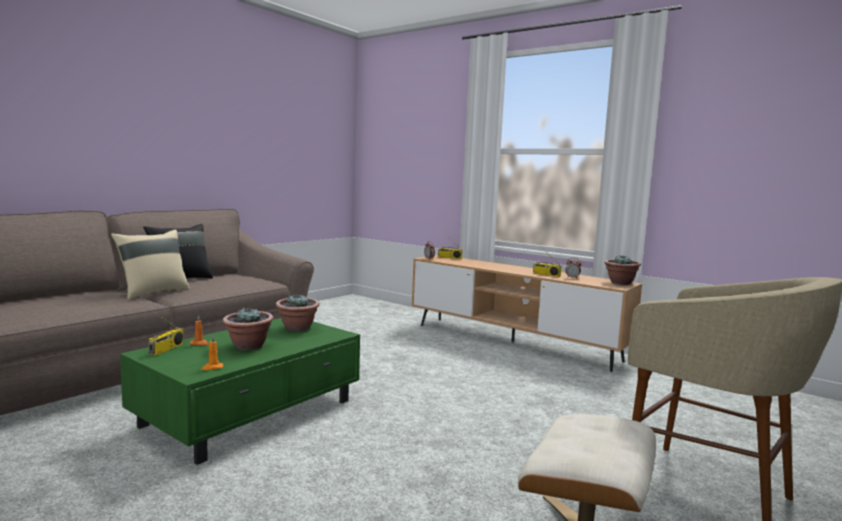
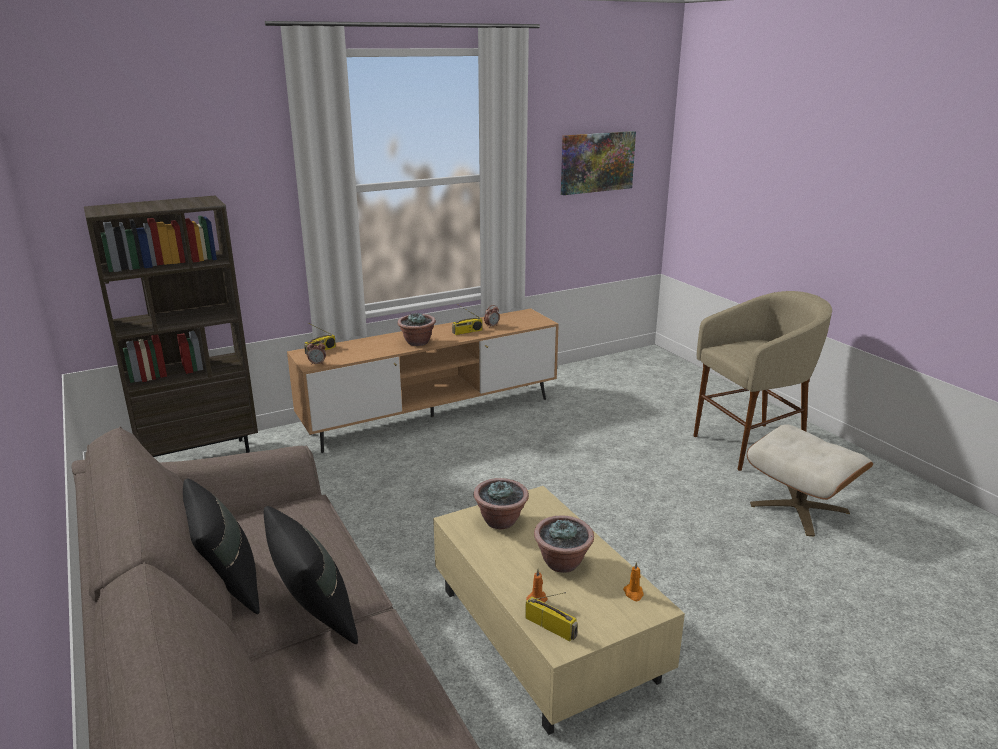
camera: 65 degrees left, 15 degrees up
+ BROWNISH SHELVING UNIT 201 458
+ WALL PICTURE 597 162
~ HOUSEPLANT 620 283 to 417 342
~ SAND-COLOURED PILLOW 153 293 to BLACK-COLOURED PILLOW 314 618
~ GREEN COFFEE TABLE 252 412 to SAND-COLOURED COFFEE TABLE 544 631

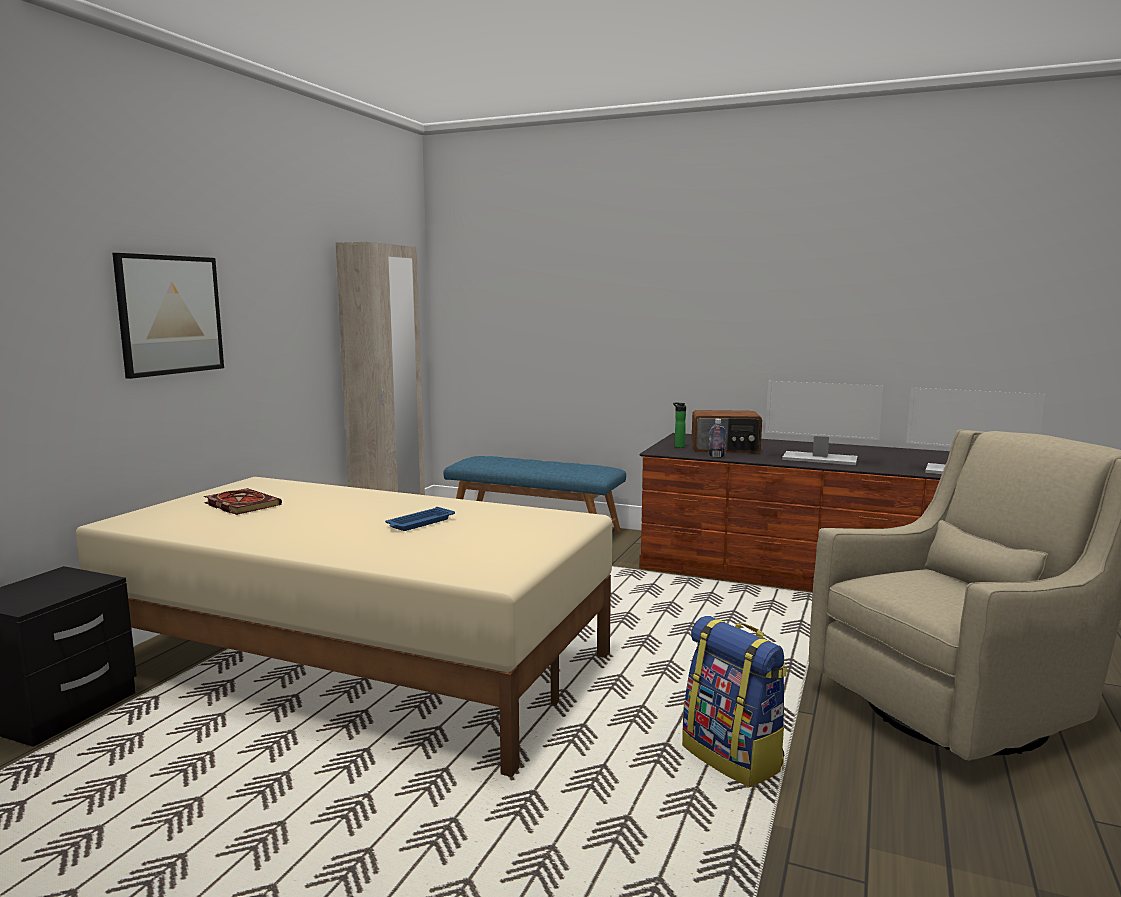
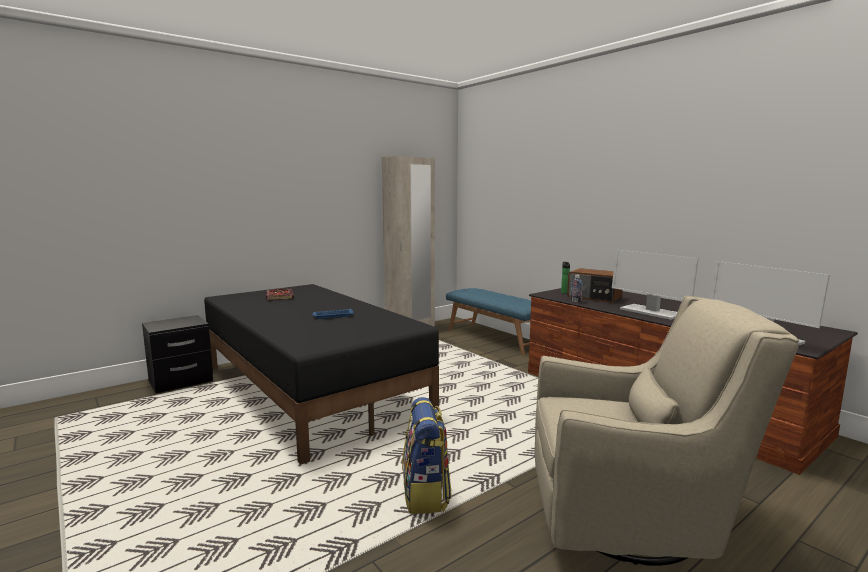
camera: 30 degrees right, 0 degrees up
- WALL PICTURE 170 315
~ SAND-COLOURED SLEEPING BED 356 662 to BLACK-COLOURED SLEEPING BED 311 389

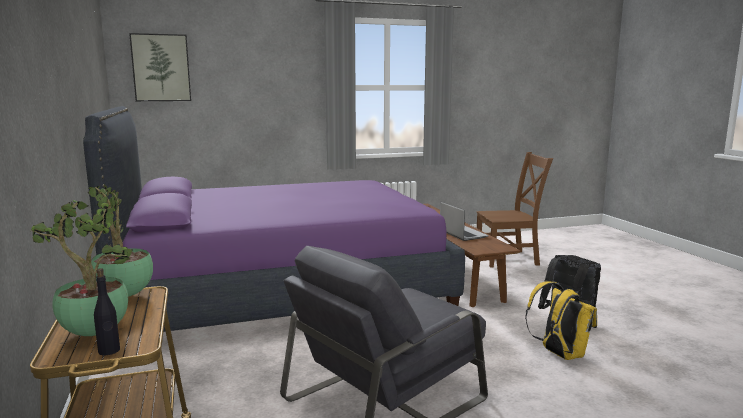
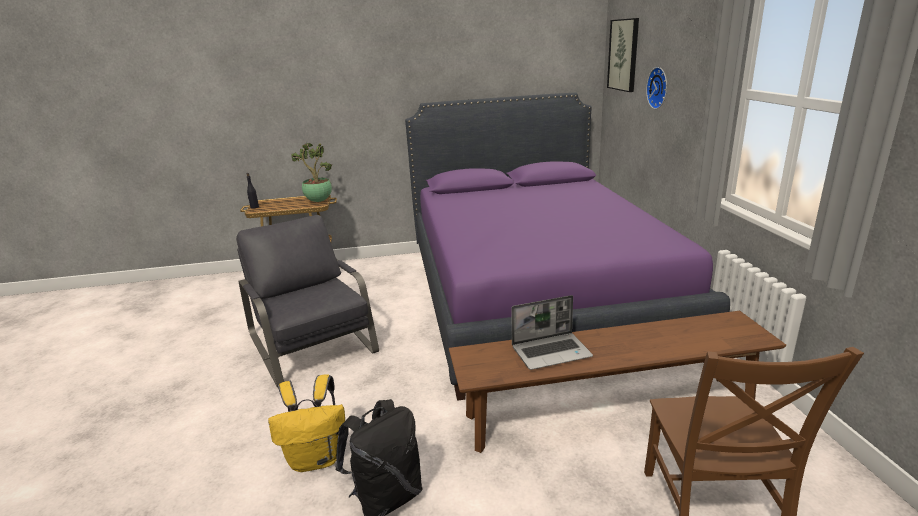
camera: 100 degrees right, 10 degrees up
- HOUSEPLANT 93 333
+ CLOCK ON THE WALL 659 88

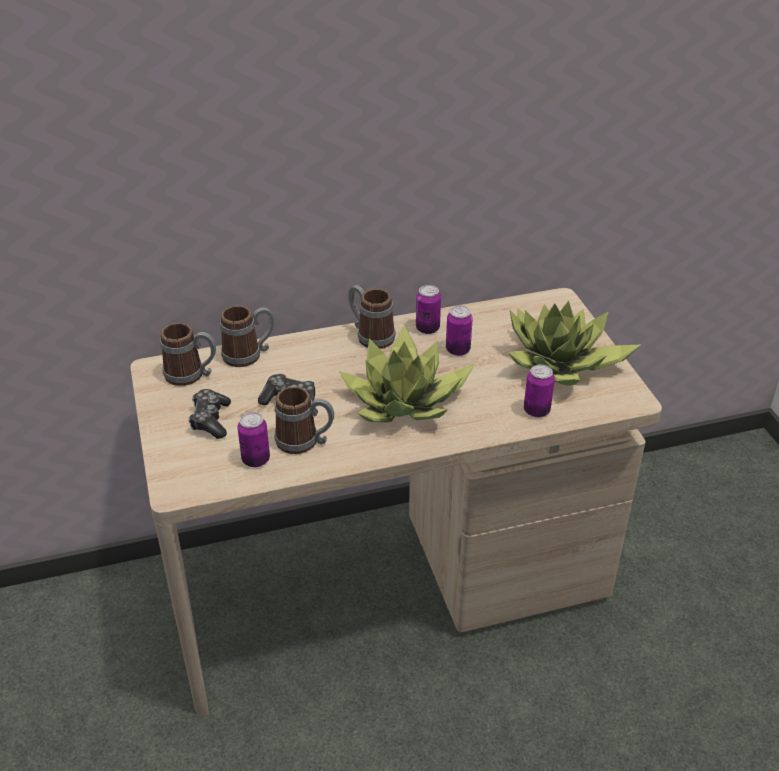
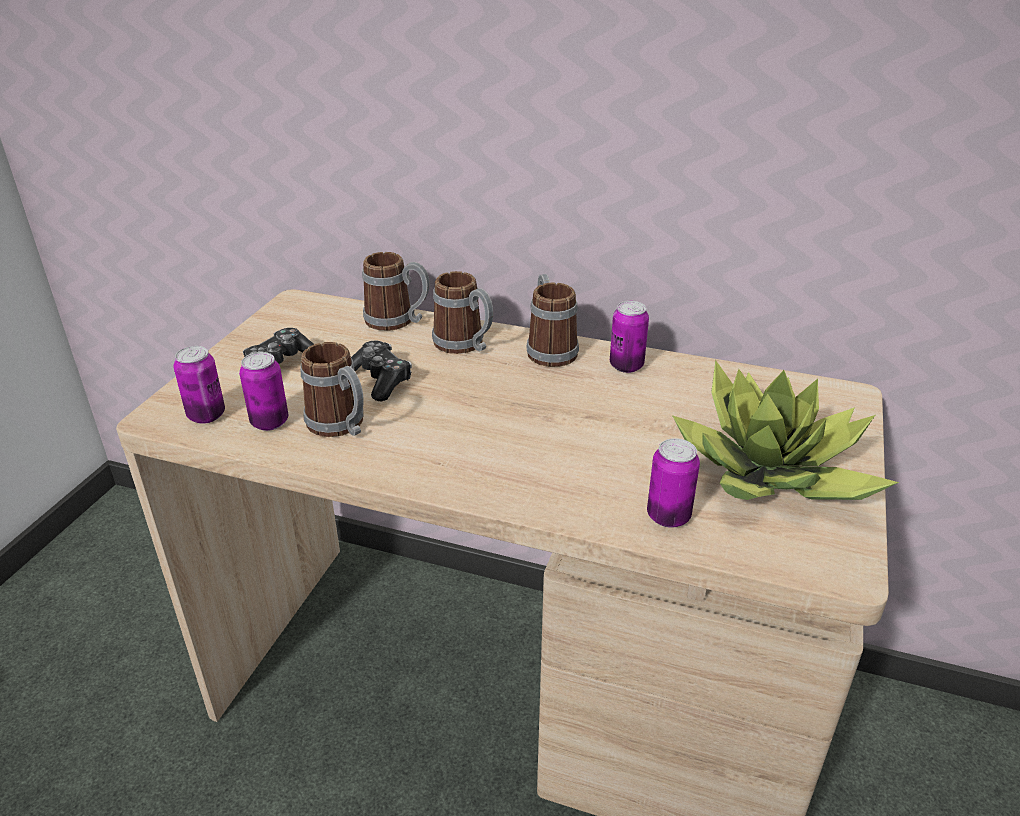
camera: 35 degrees right, 5 degrees down
- HOUSEPLANT 405 401
~ MUG 191 375 to 465 345
~ METAL CAN 458 350 to 206 415

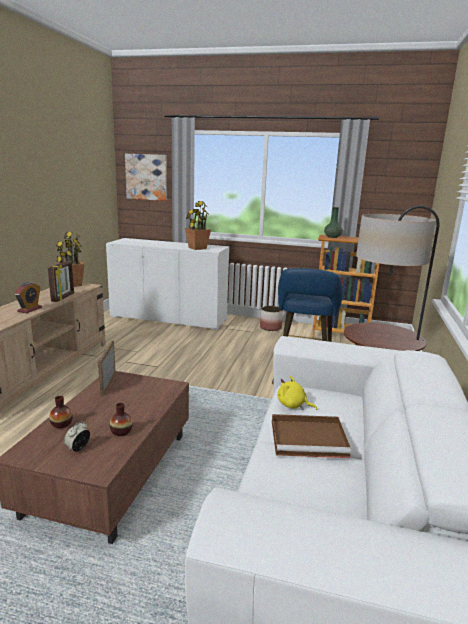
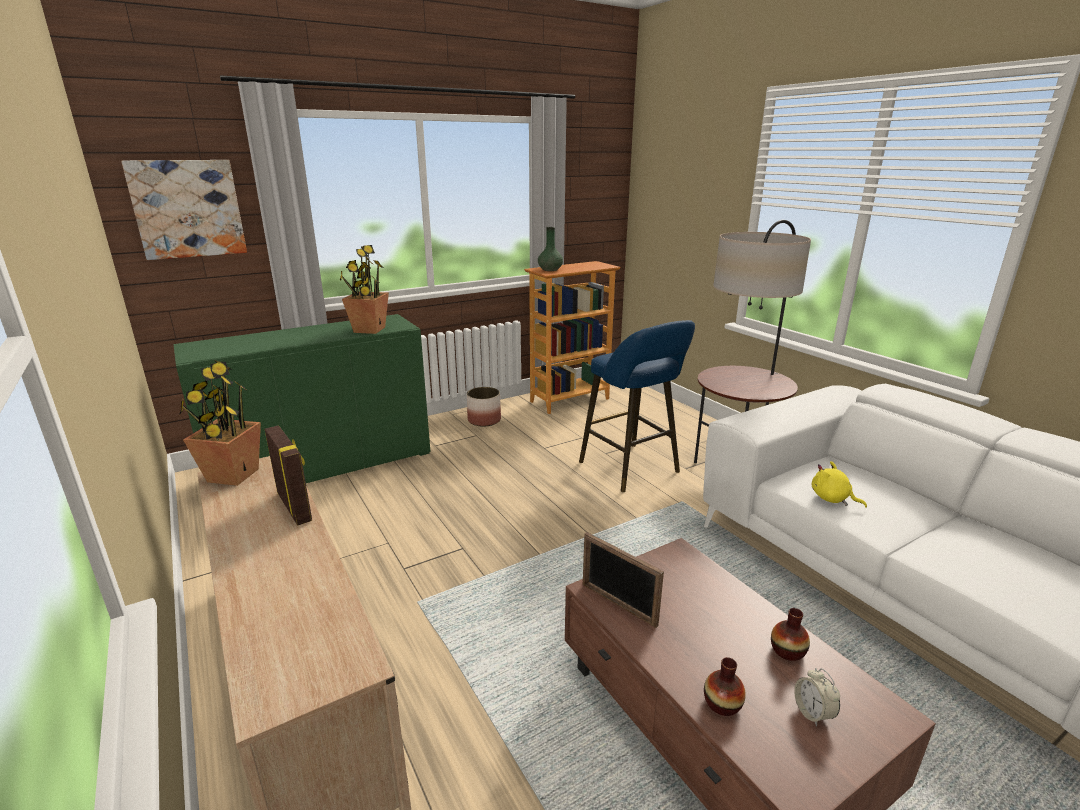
camera: 45 degrees left, 5 degrees up
- ALARM CLOCK 30 309
- BROWNISH CARRYING TRAY 310 438
~ WHITE CUPBOARD 168 318 to GREEN CUPBOARD 323 466
~ YELLOW-COLOURED PLUSH TOY 293 405 = 832 499 60 degrees clockwise

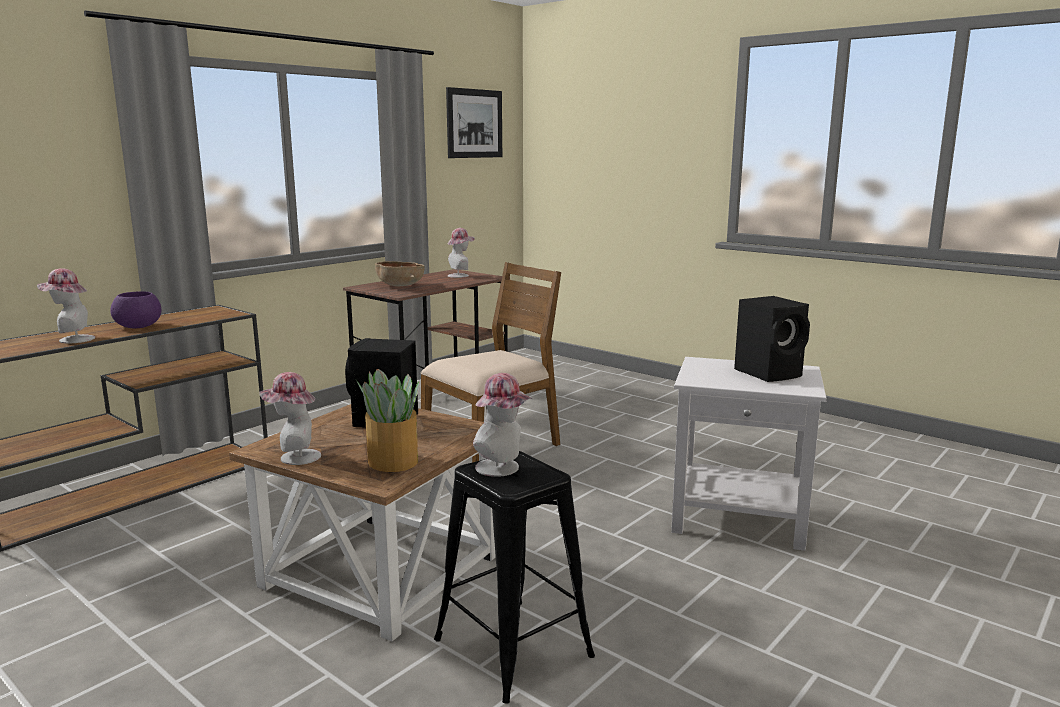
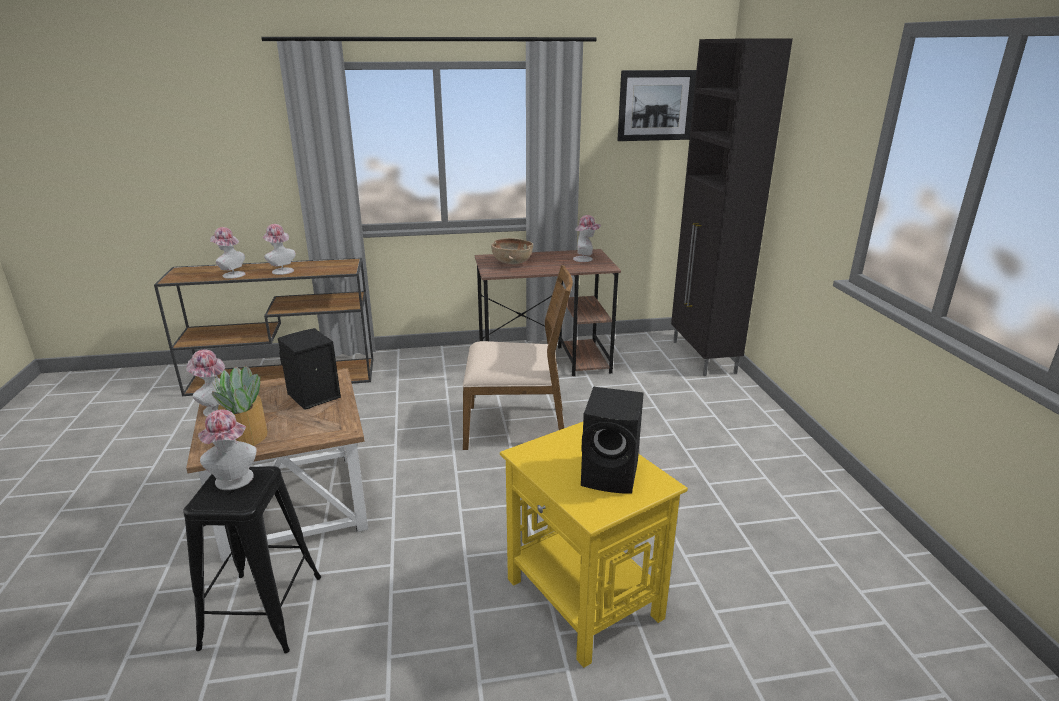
camera: 40 degrees right, 10 degrees up
+ BLACK-COLOURED CUPBOARD 703 357
~ PURPLISH SERVING BOWL 139 326 to HAT 281 270
~ WHITE SIDE TABLE 740 519 to YELLOW-COLOURED SIDE TABLE 584 599

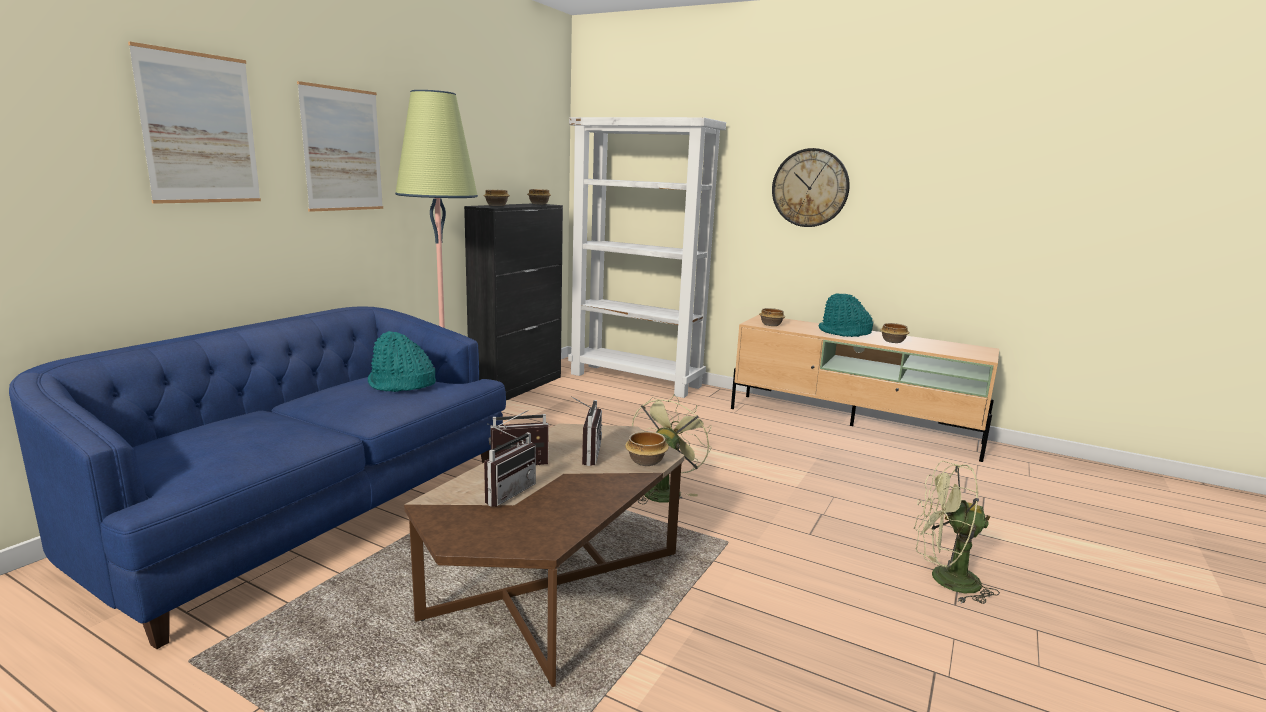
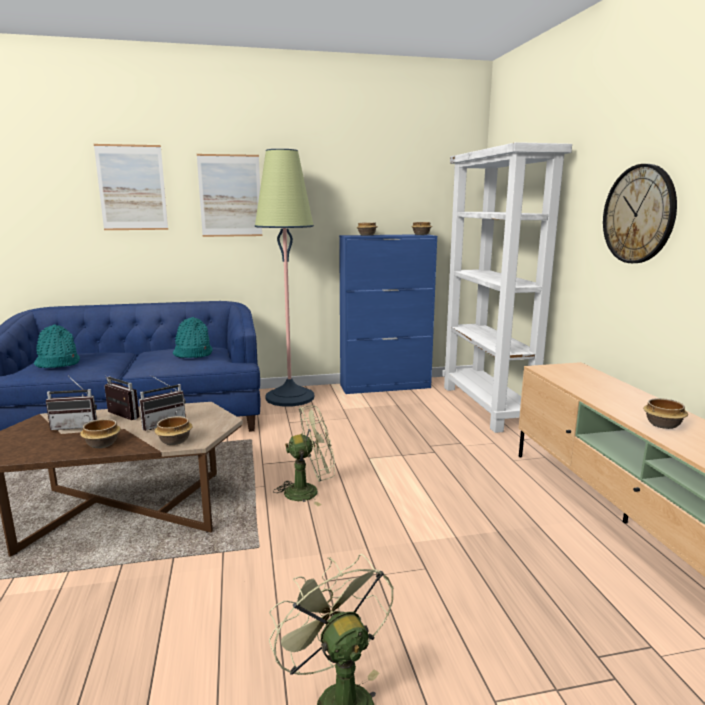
camera: 50 degrees right, 0 degrees up
~ SERVING BOWL 770 324 to 102 444
~ TURQUOISE-COLOURED HAT 844 333 to 57 363
~ BLACK-COLOURED CUPBOARD 518 387 to BLUE-COLOURED CUPBOARD 385 386

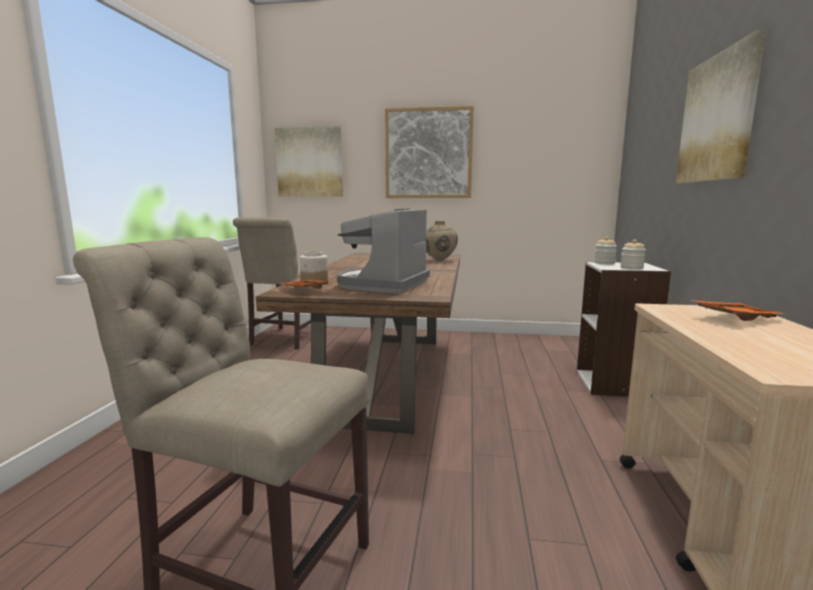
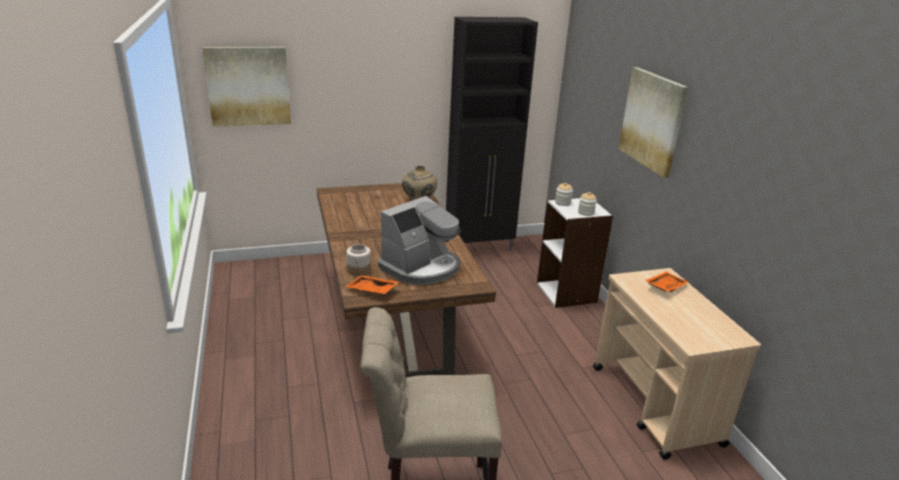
camera: 25 degrees left, 15 degrees up
- SAND-COLOURED UPRIGHT CHAIR 285 339
- WALL PICTURE 428 153
+ BLACK-COLOURED CUPBOARD 480 247
~ COFFEE MACHINE 383 284 = 421 267 135 degrees counterclockwise

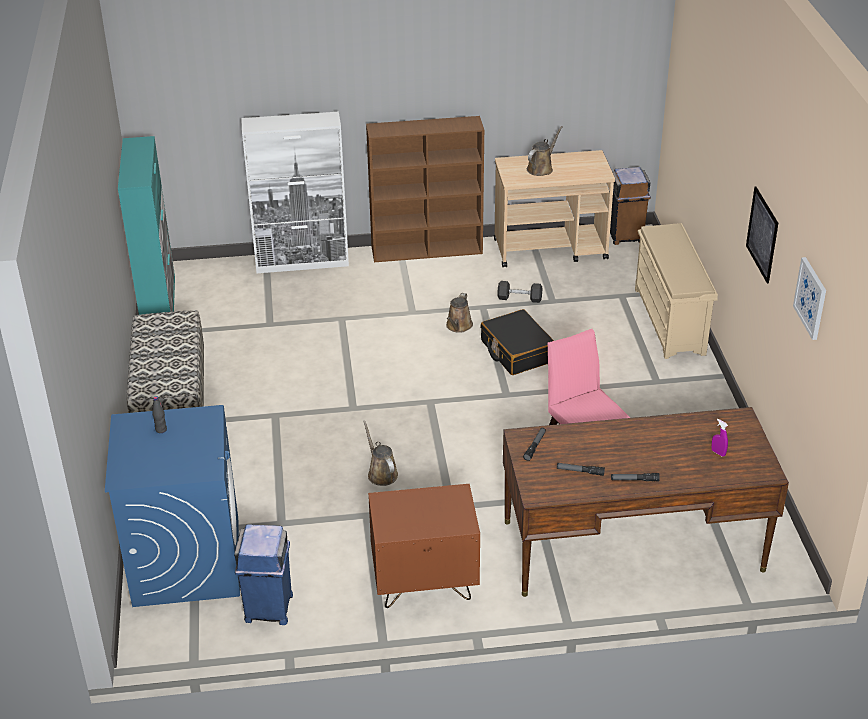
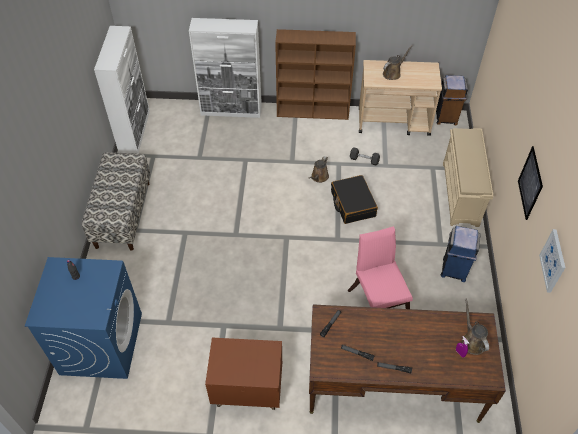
camera: 10 degrees right, 15 degrees up
~ BLUE-COLOURED TRASH CAN 268 609 to 454 270
~ BROWNISH WATERING CAN 381 473 to 472 340
~ TURQUOISE-COLOURED CUPBOARD 159 304 to WHITE CUPBOARD 134 131

